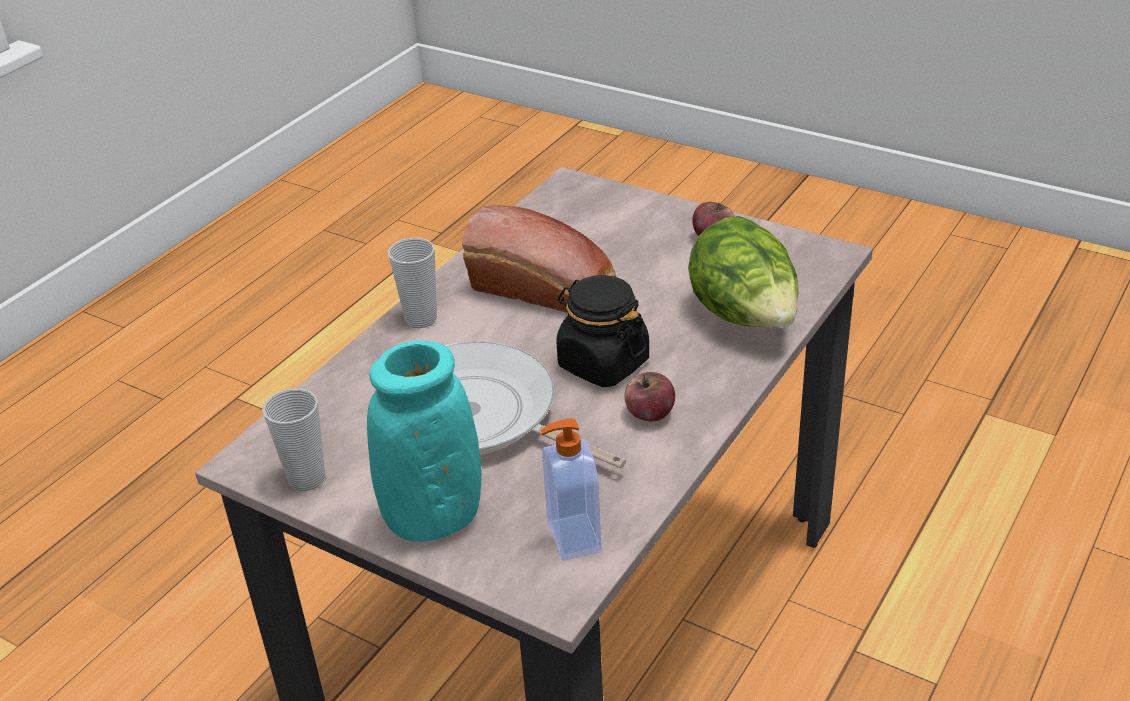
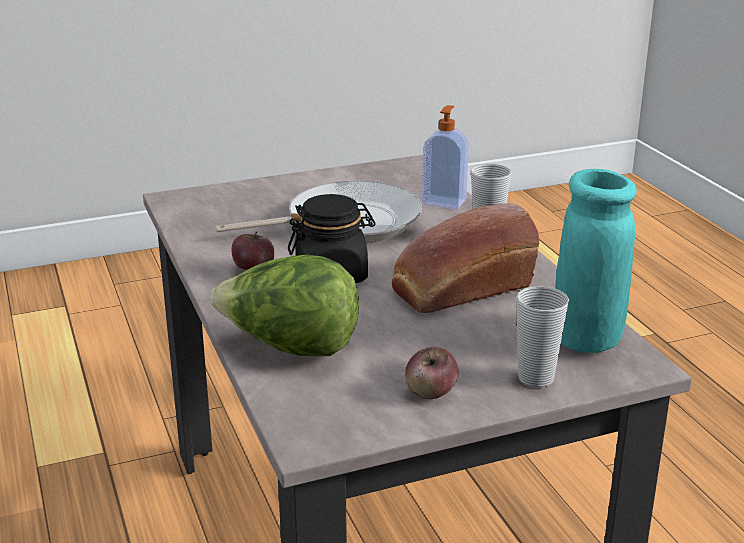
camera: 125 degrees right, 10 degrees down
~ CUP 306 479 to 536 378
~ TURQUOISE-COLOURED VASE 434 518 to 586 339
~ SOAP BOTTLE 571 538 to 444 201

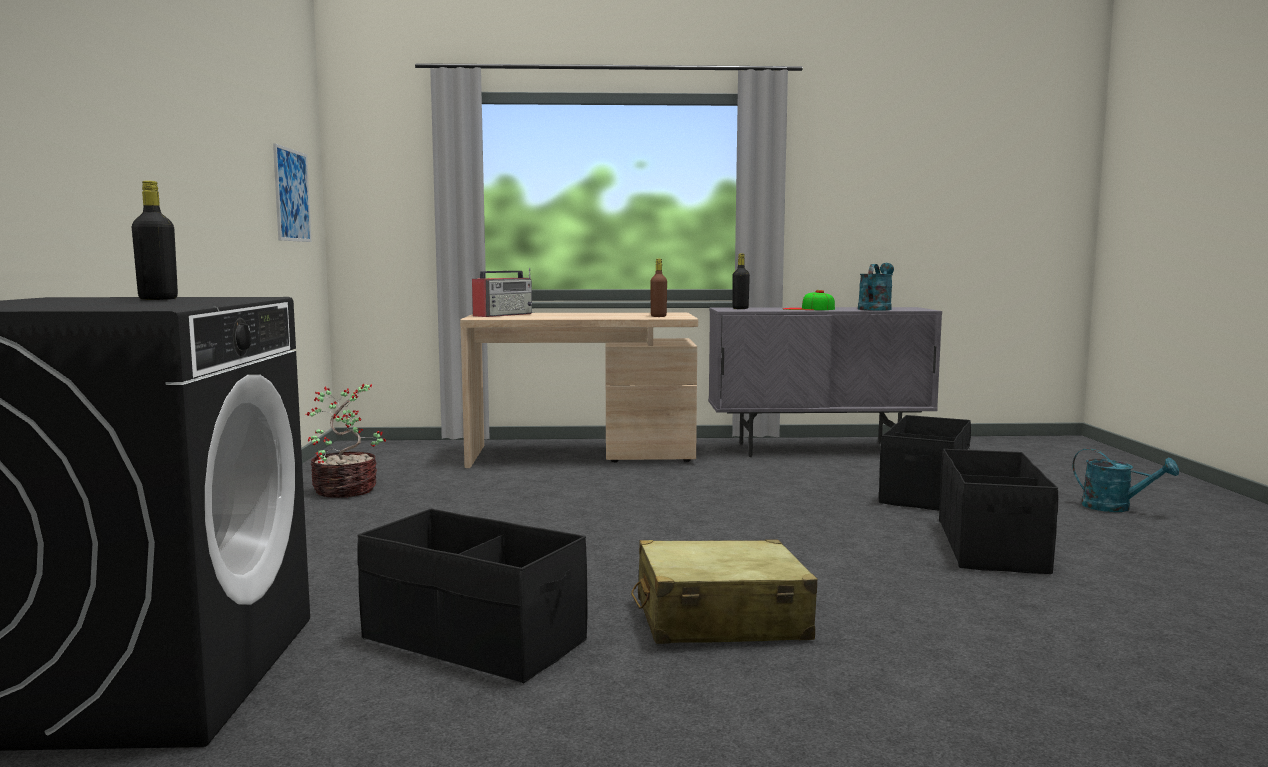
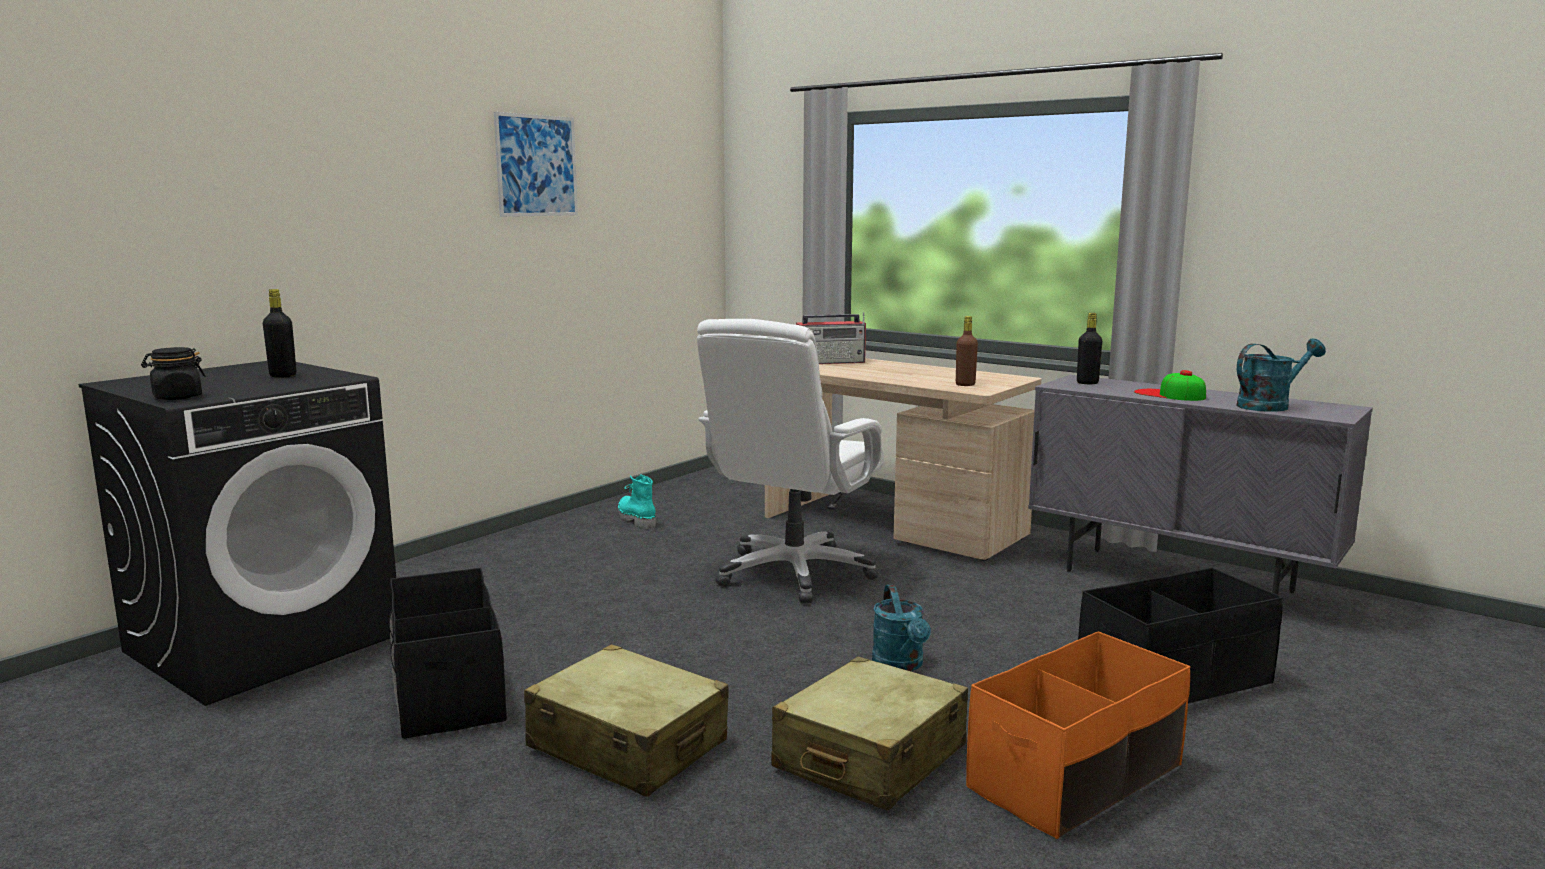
camera: 40 degrees right, 5 degrees up
+ BLACK-COLOURED STORAGE JAR 177 397
+ WHITE OFFICE CHAIR 794 573
+ SAND-COLOURED TRAVEL CASE 870 758
~ WALL PICTURE 292 195 to 536 165
~ TURQUOISE-COLOURED WATERING CAN 1115 508 to 901 665
~ HOUSEPLANT 347 490 to TURQUOISE-COLOURED TALL BOOT 635 520
~ BLACK-COLOURED STORAGE CONTAINER 991 546 to ORANGE-COLOURED STORAGE CONTAINER 1076 777

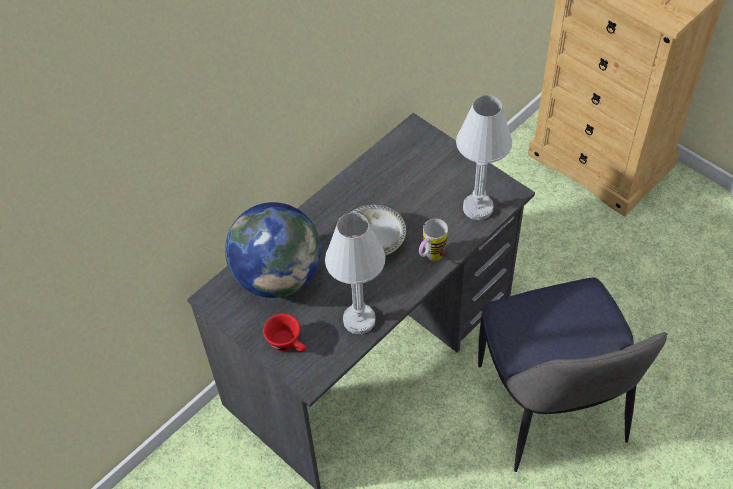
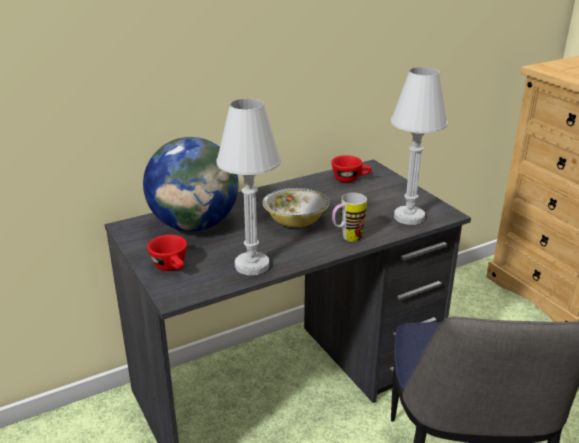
camera: 15 degrees right, 25 degrees down
+ RED-COLOURED CUP 350 179

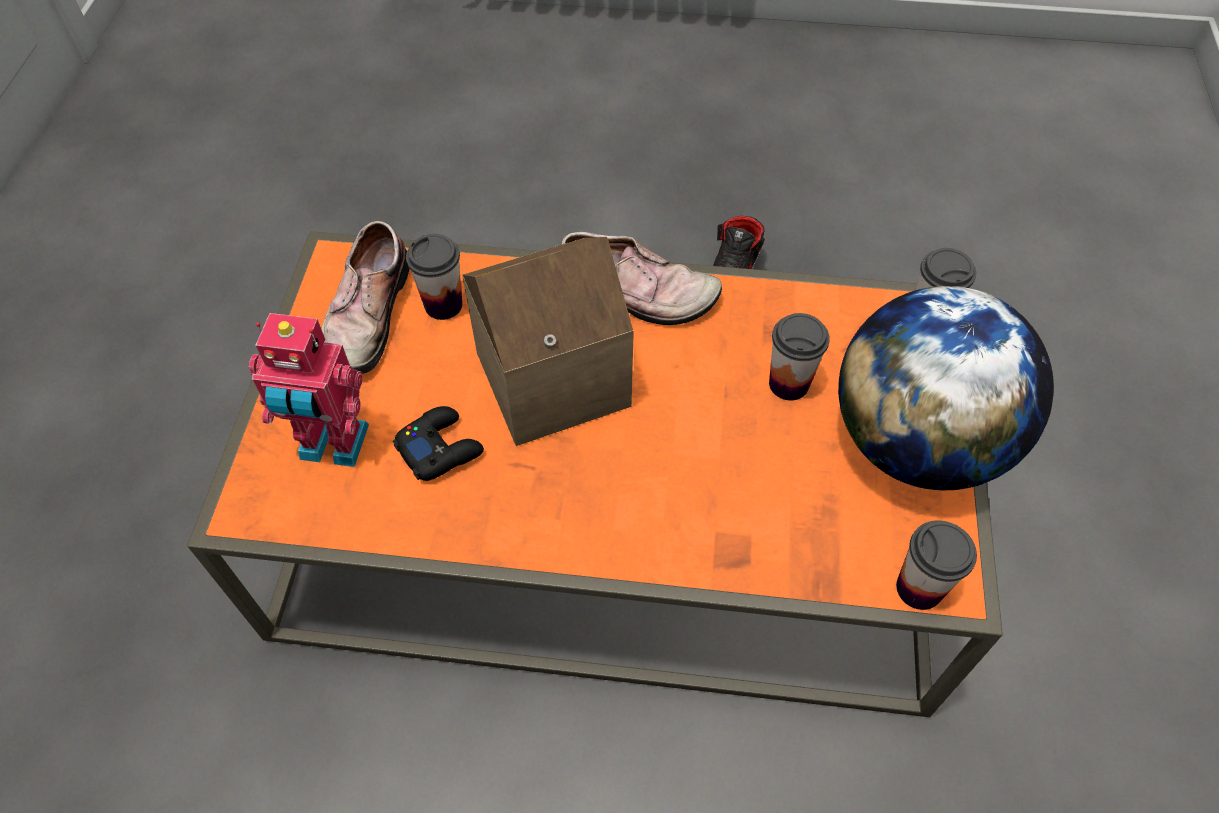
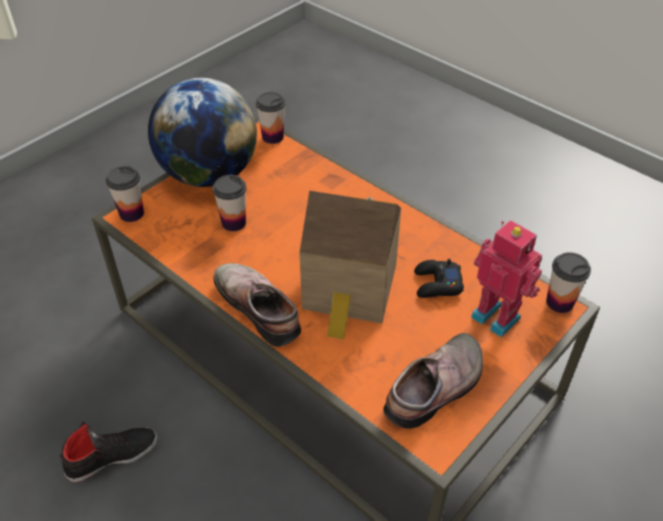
camera: 145 degrees left, 10 degrees down
~ CUP 443 305 to 559 302

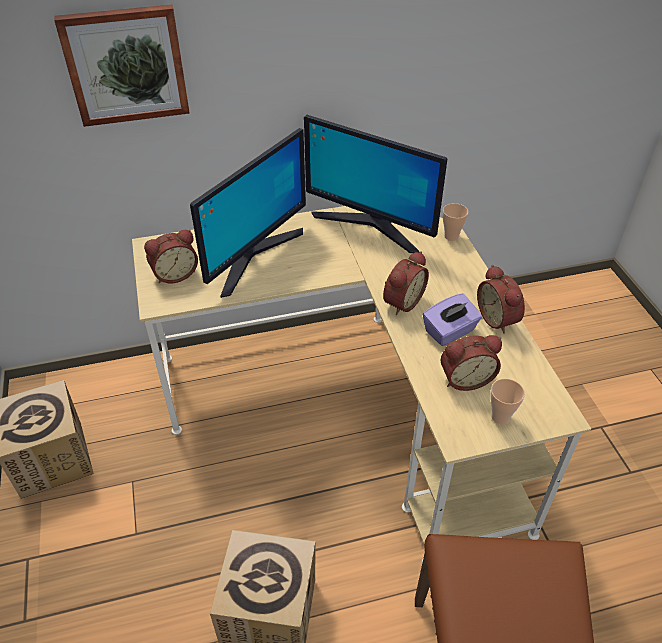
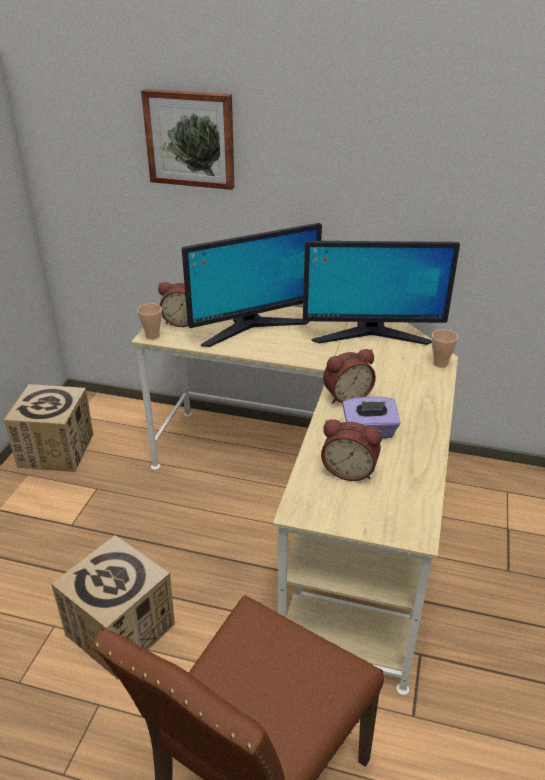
camera: 30 degrees right, 10 degrees down
- ALARM CLOCK 499 318
~ CUP 500 417 to 152 336
~ COMPUTER DISPLAY 371 226 = 371 335 60 degrees counterclockwise

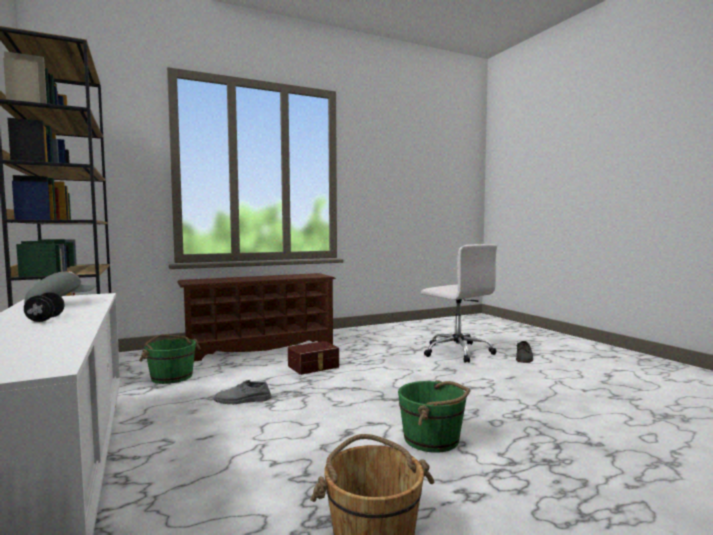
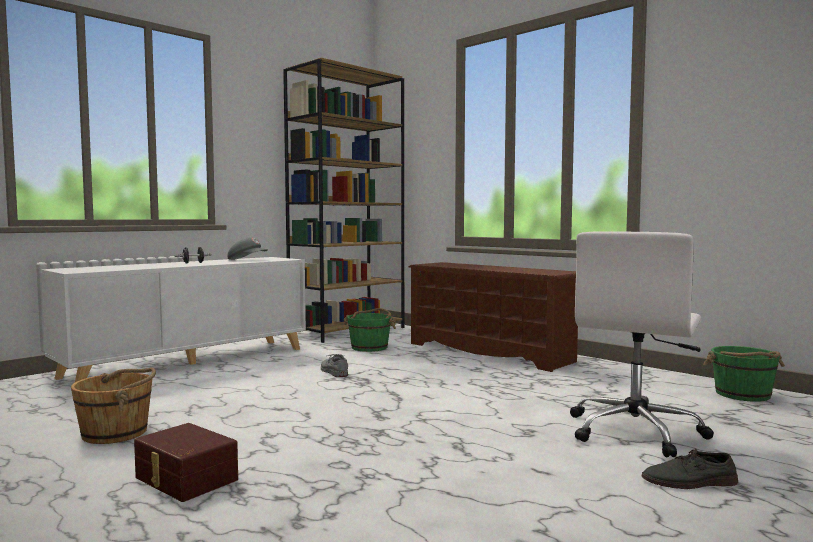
camera: 70 degrees right, 0 degrees up
~ BROWNISH STORAGE CONTAINER 314 367 to 184 479
~ GREEN PAIL 432 439 to 743 394

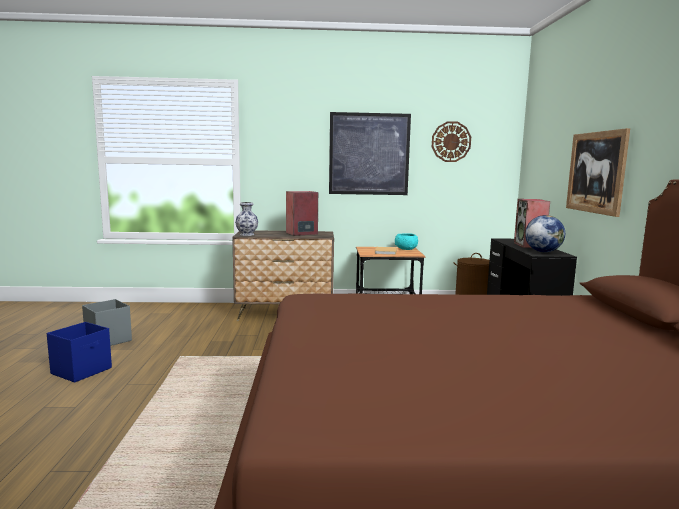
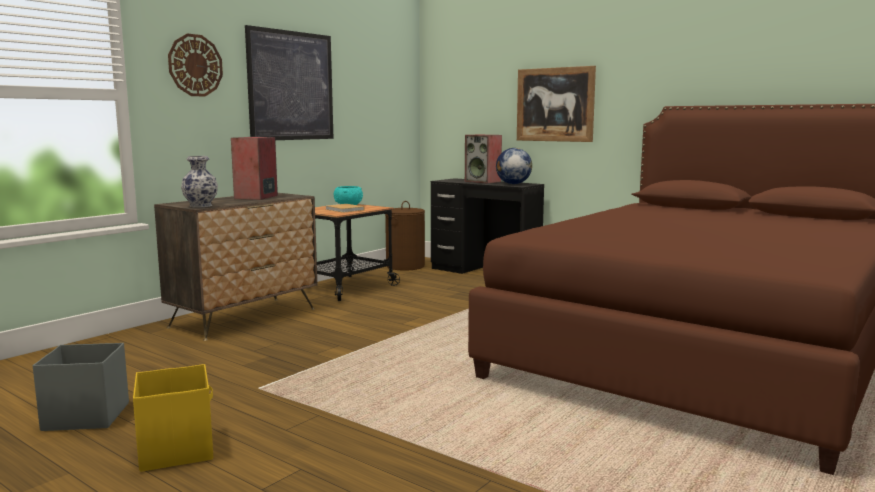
camera: 50 degrees left, 0 degrees up
~ CLOCK ON THE WALL 451 141 to 195 65
~ BLUE-COLOURED STORAGE CONTAINER 82 371 to YELLOW-COLOURED STORAGE CONTAINER 177 449

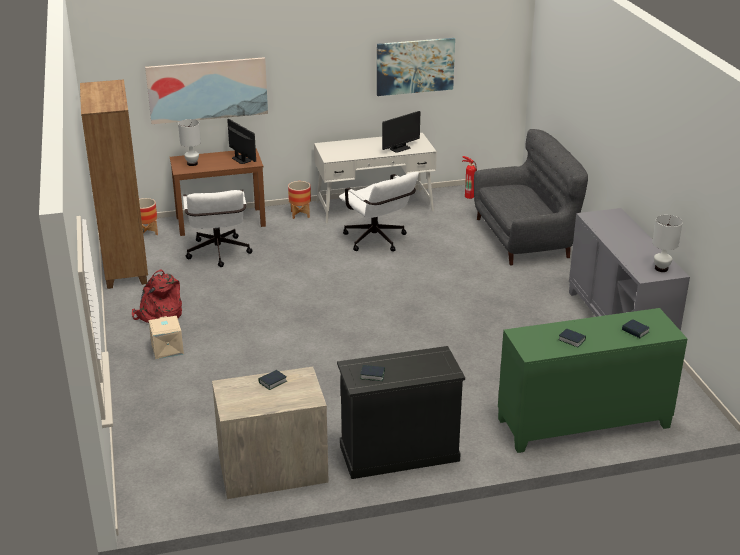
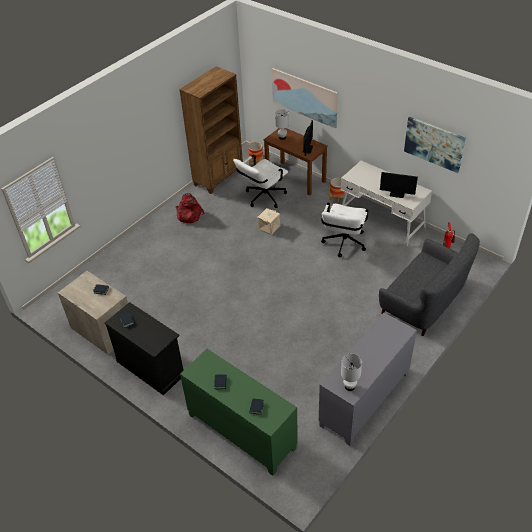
camera: 55 degrees right, 15 degrees up
~ SAND-COLOURED STORAGE CONTAINER 166 349 to 269 227

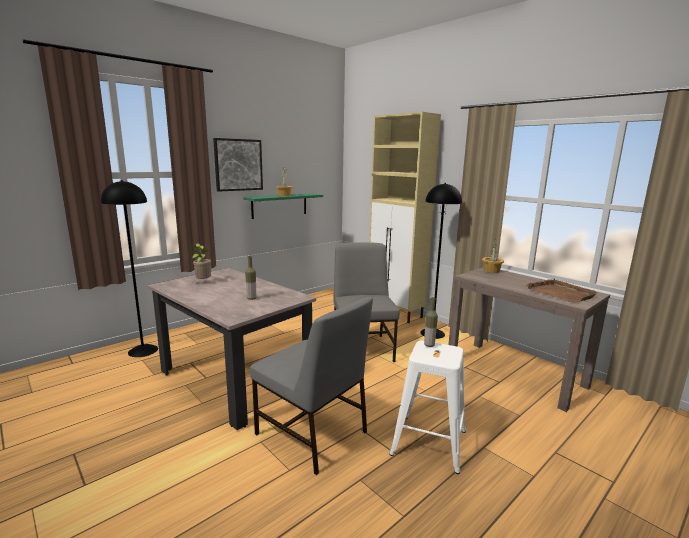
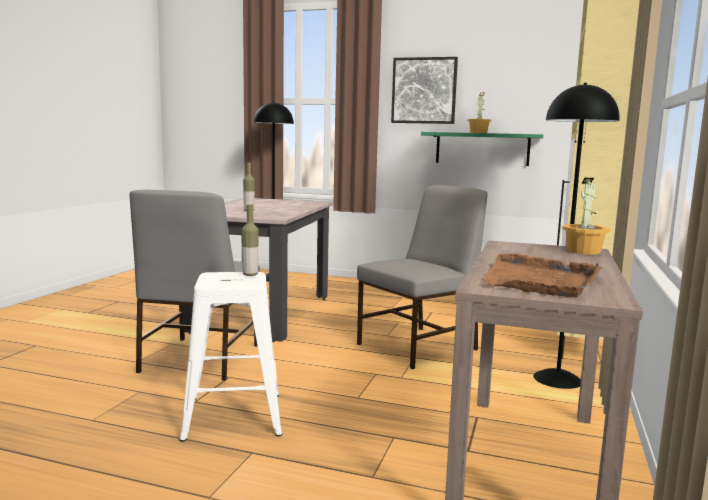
camera: 60 degrees right, 5 degrees down
- HOUSEPLANT 202 282

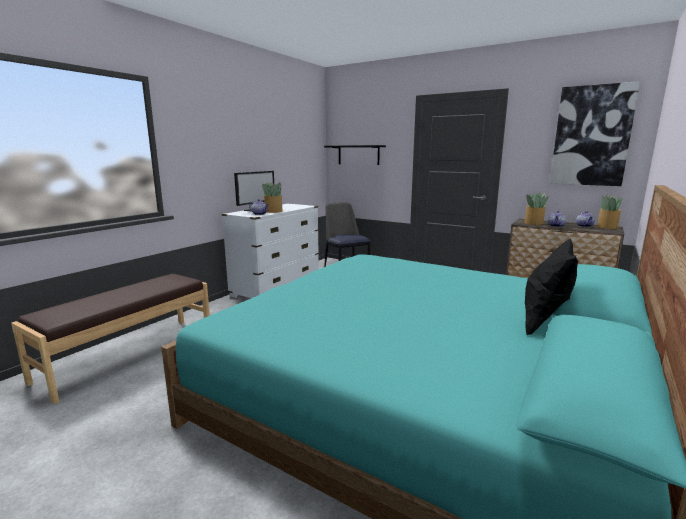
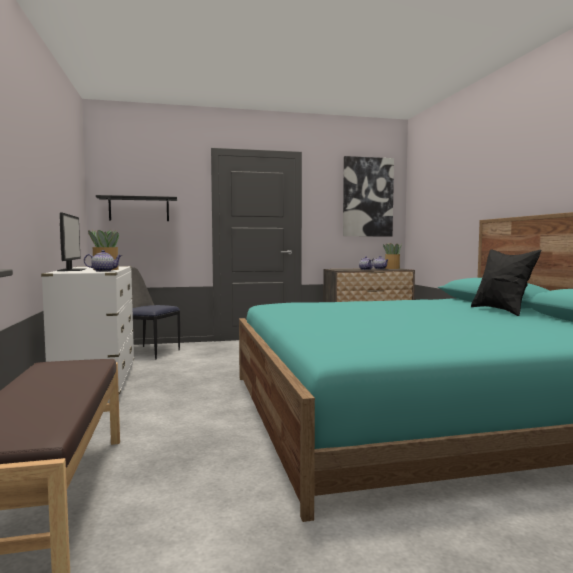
camera: 45 degrees left, 10 degrees down
- HOUSEPLANT 533 223

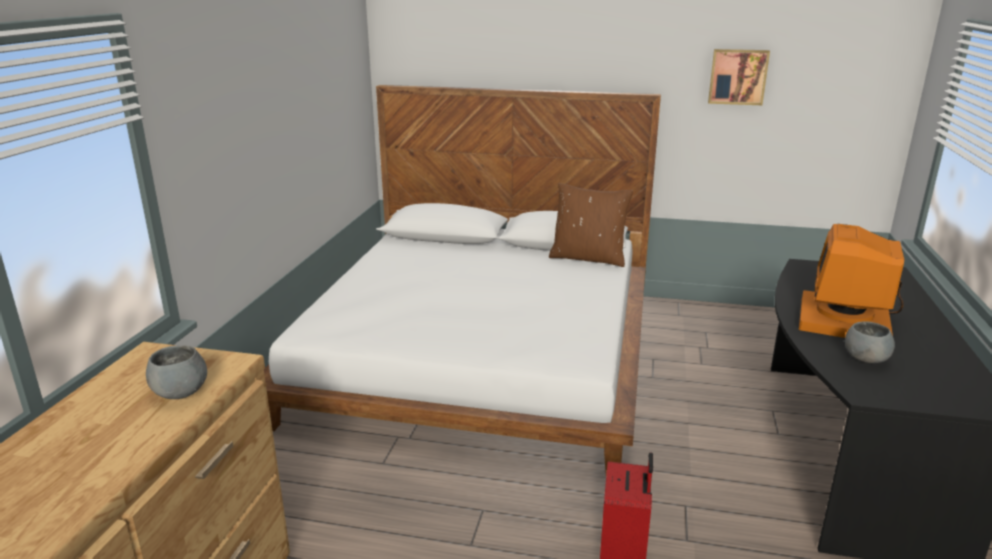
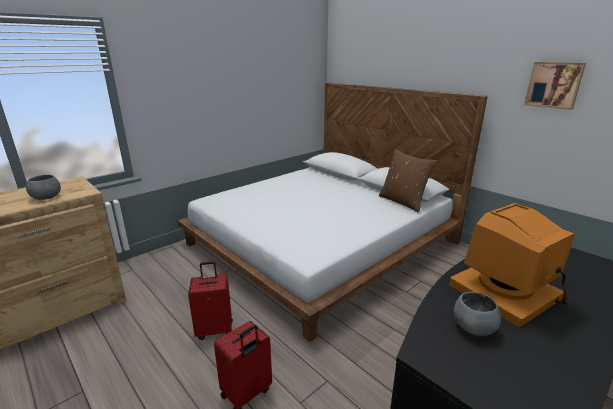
camera: 35 degrees right, 0 degrees up
+ RED-COLOURED TRAVEL CASE 215 329

